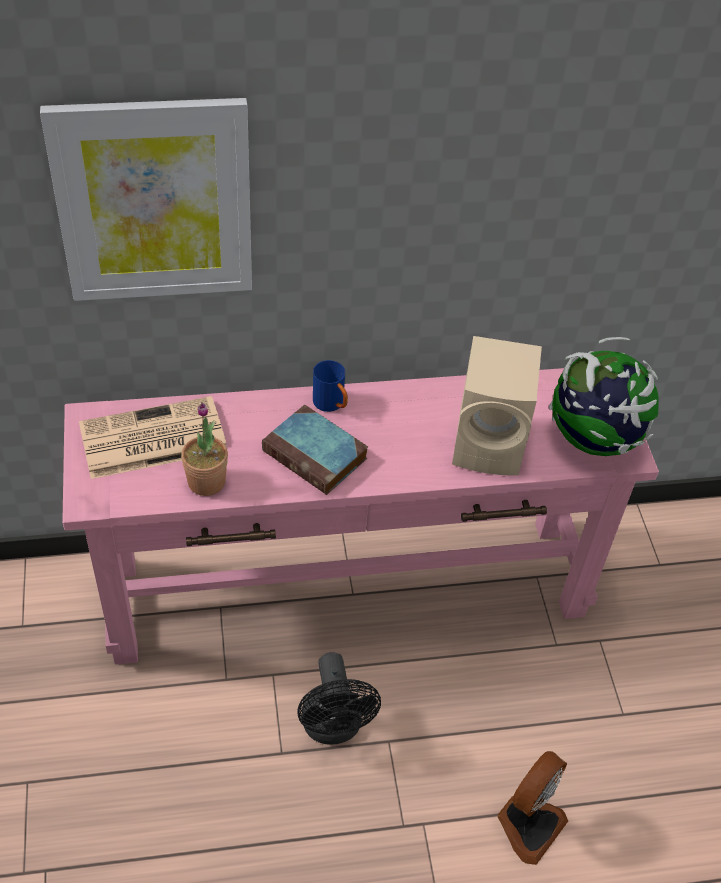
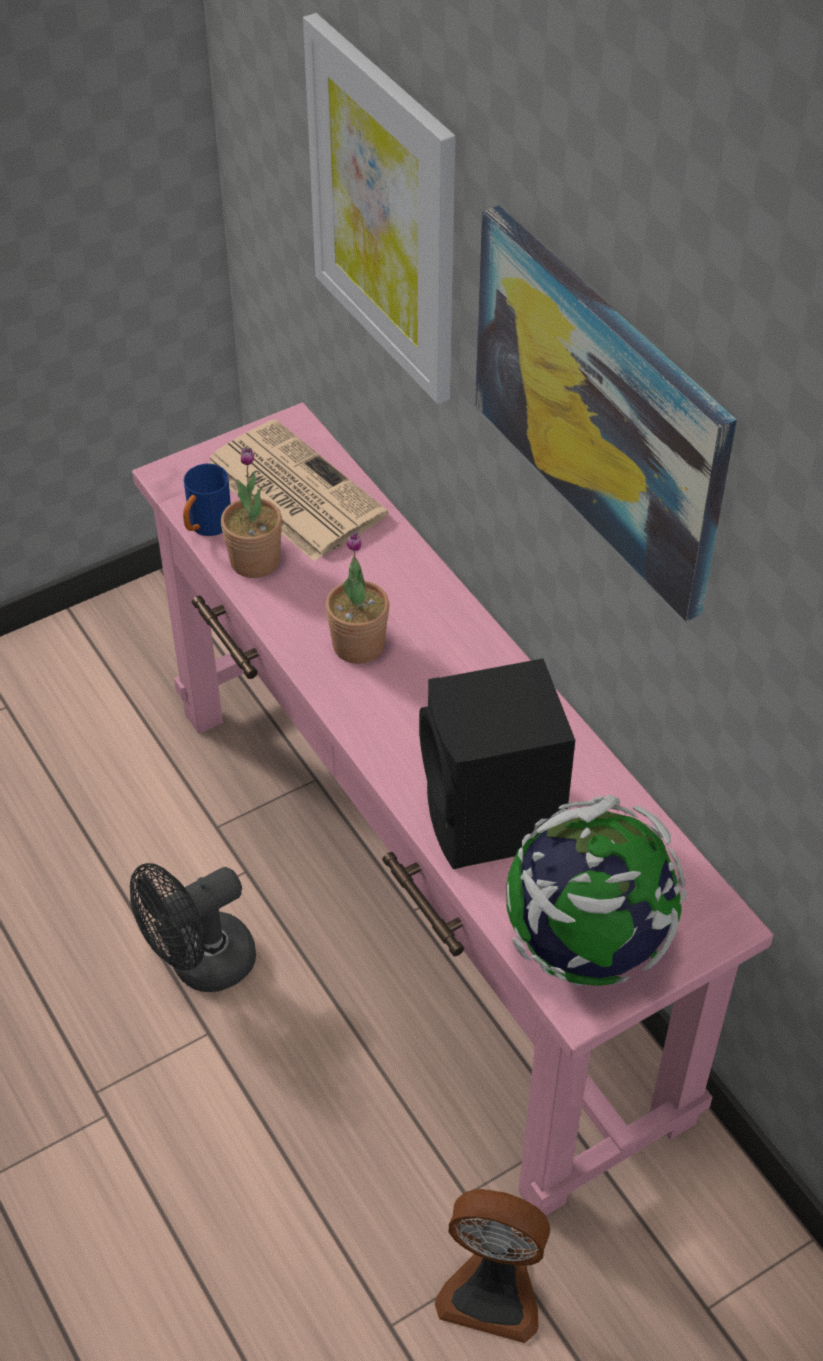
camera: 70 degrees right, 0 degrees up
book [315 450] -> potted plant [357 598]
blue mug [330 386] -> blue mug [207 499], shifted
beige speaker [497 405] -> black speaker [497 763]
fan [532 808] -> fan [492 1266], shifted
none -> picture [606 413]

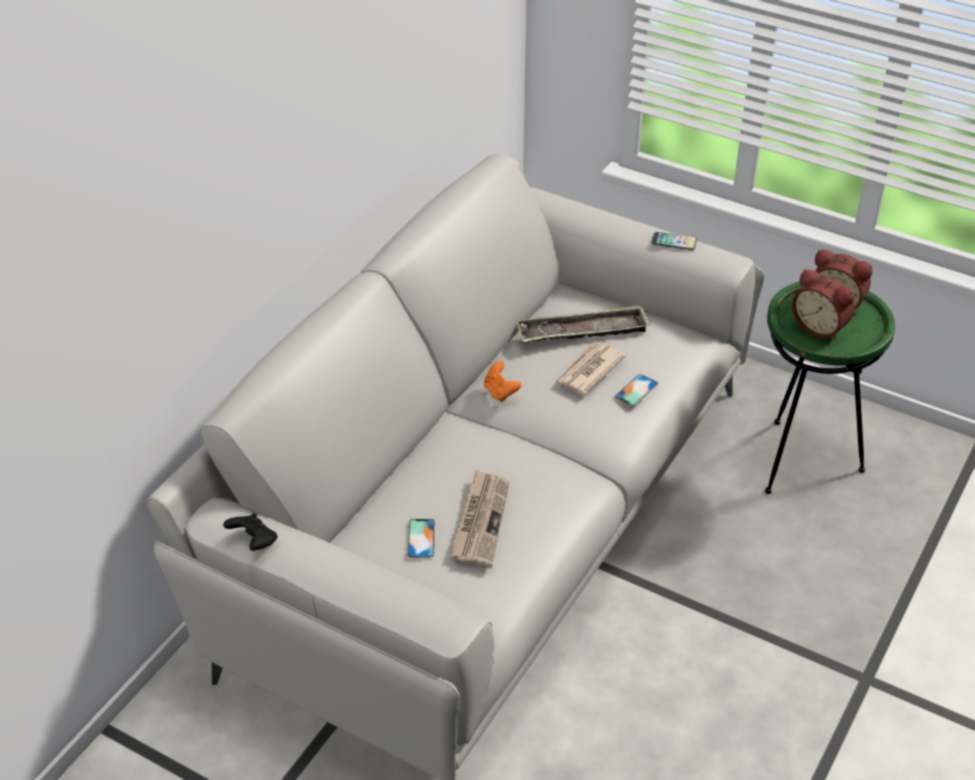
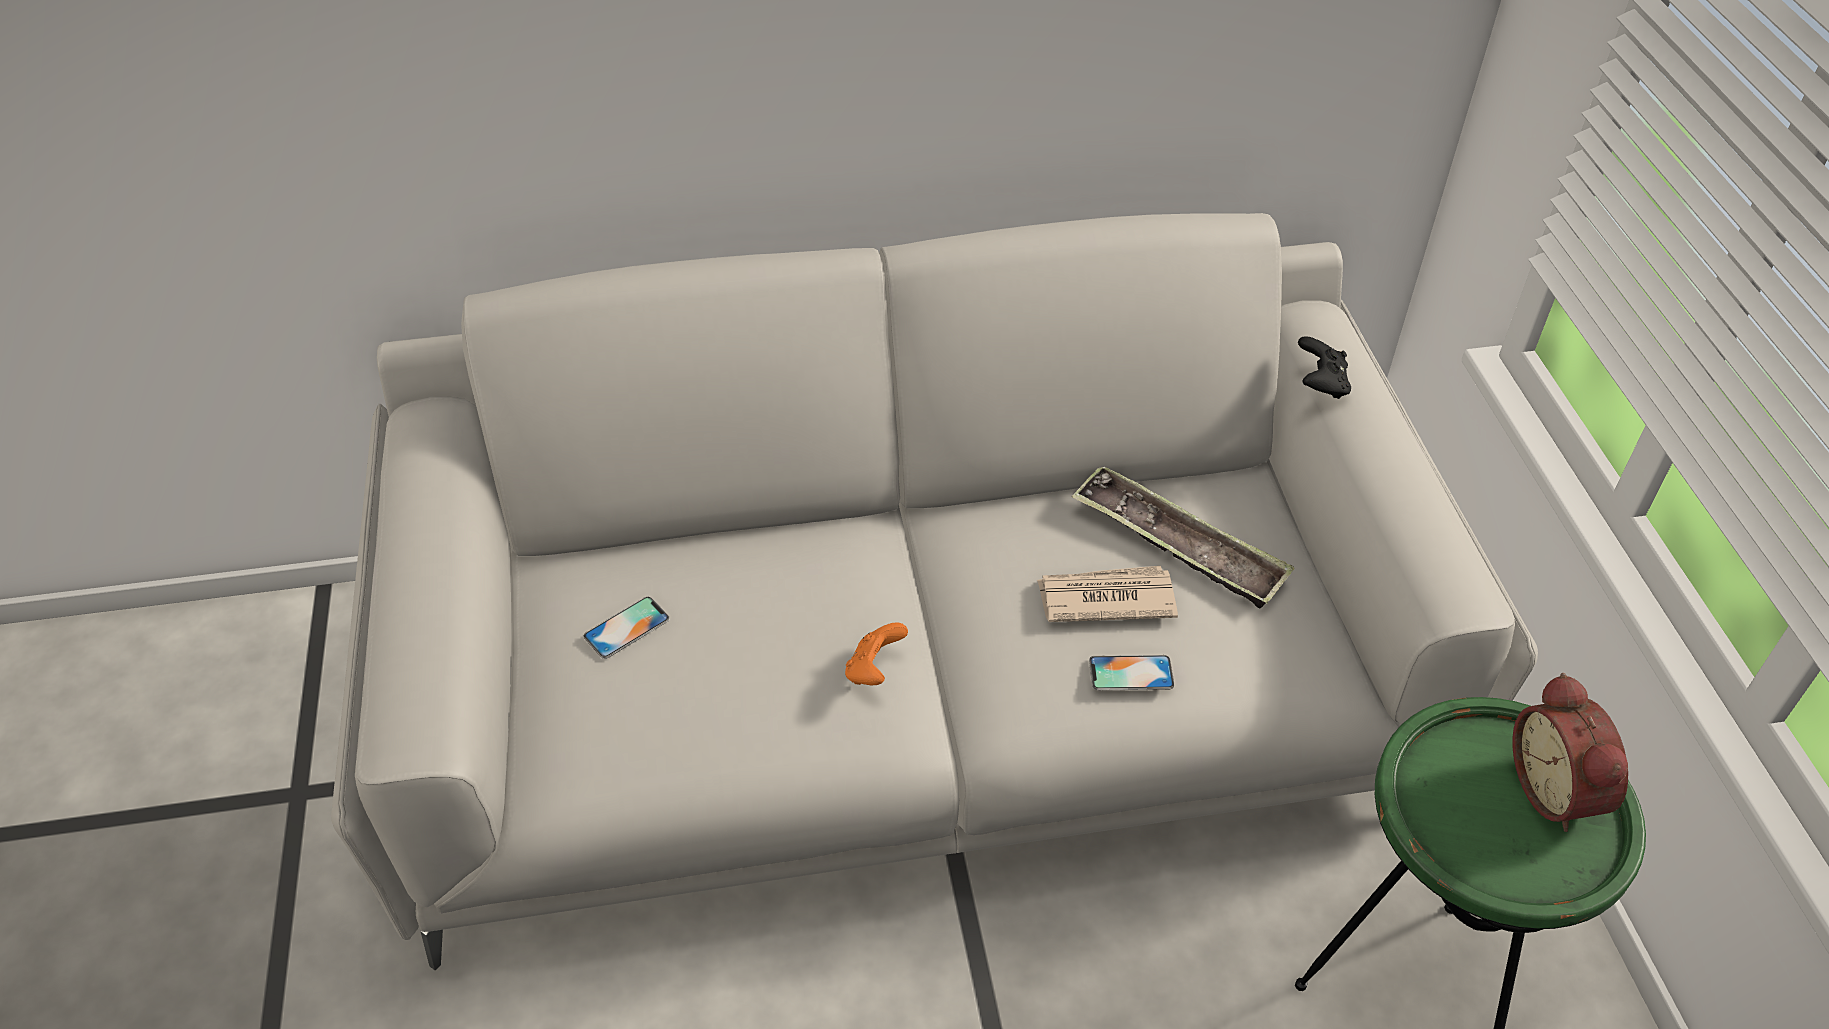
camera: 50 degrees right, 5 degrees up
black game controller [250 532] -> black game controller [1324 367], shifted
newspaper [480 518] -> none
orange game controller [502 381] -> orange game controller [876 653], shifted
phone [674 241] -> none
alarm clock [823 305] -> none

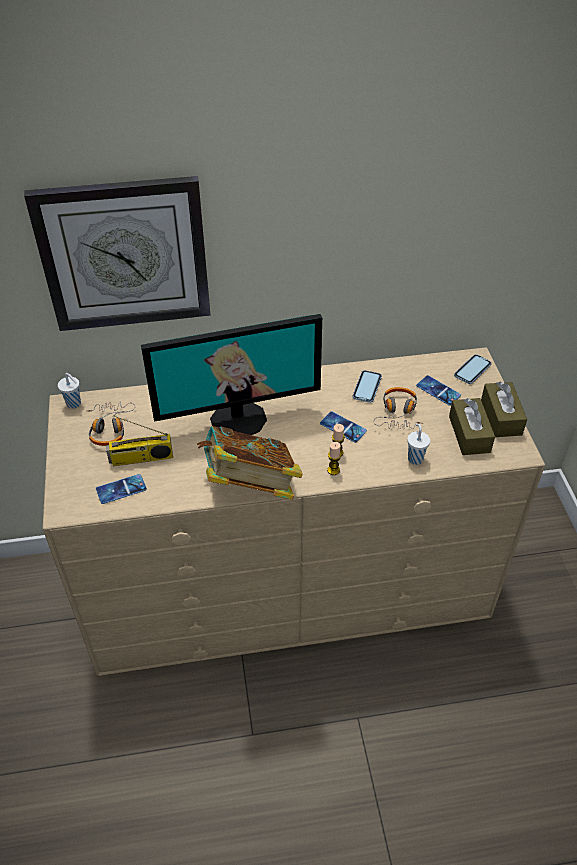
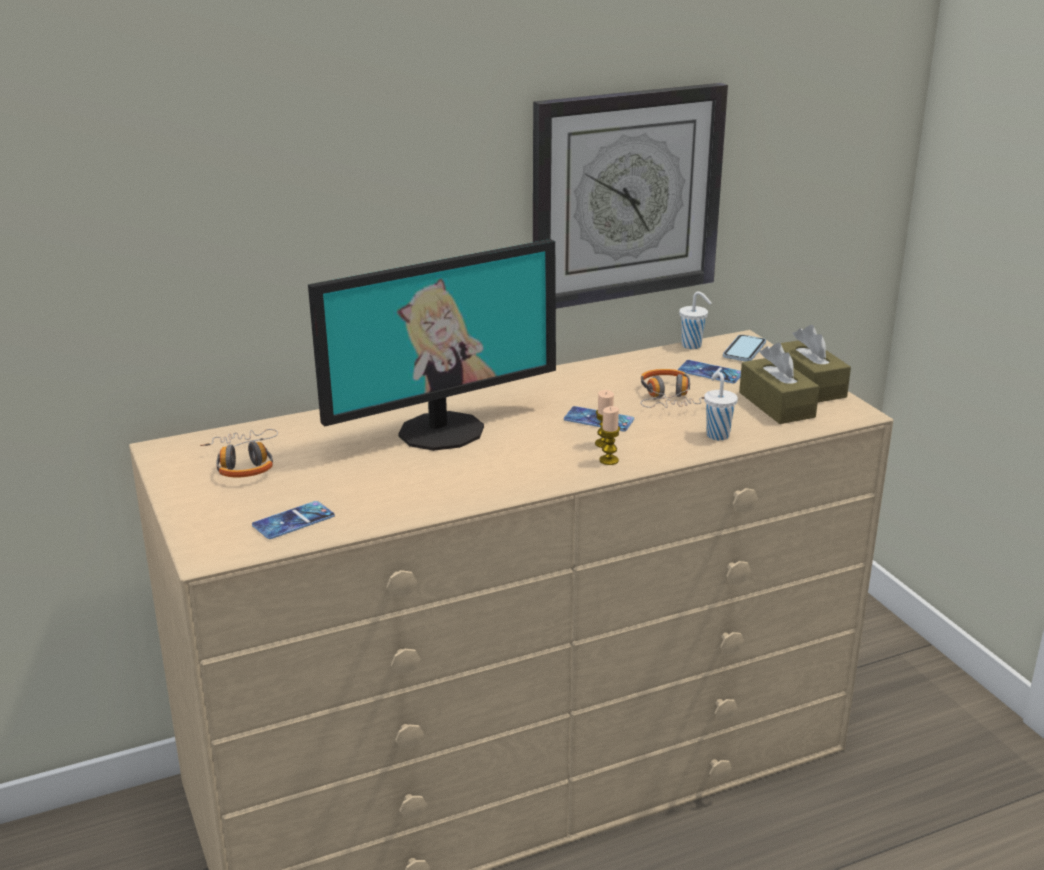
camera: 15 degrees left, 20 degrees down
wall clock [117 253] -> wall clock [630 196], shifted
white cup [69 391] -> white cup [695 320], shifted
radio [139 441] -> none
book [250 463] -> none
phone [367 386] -> none

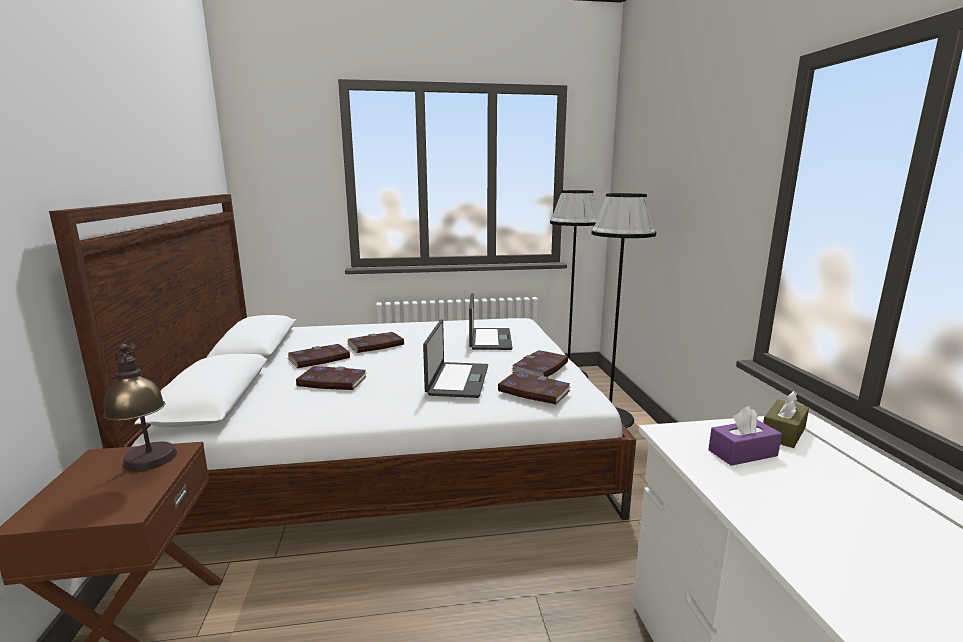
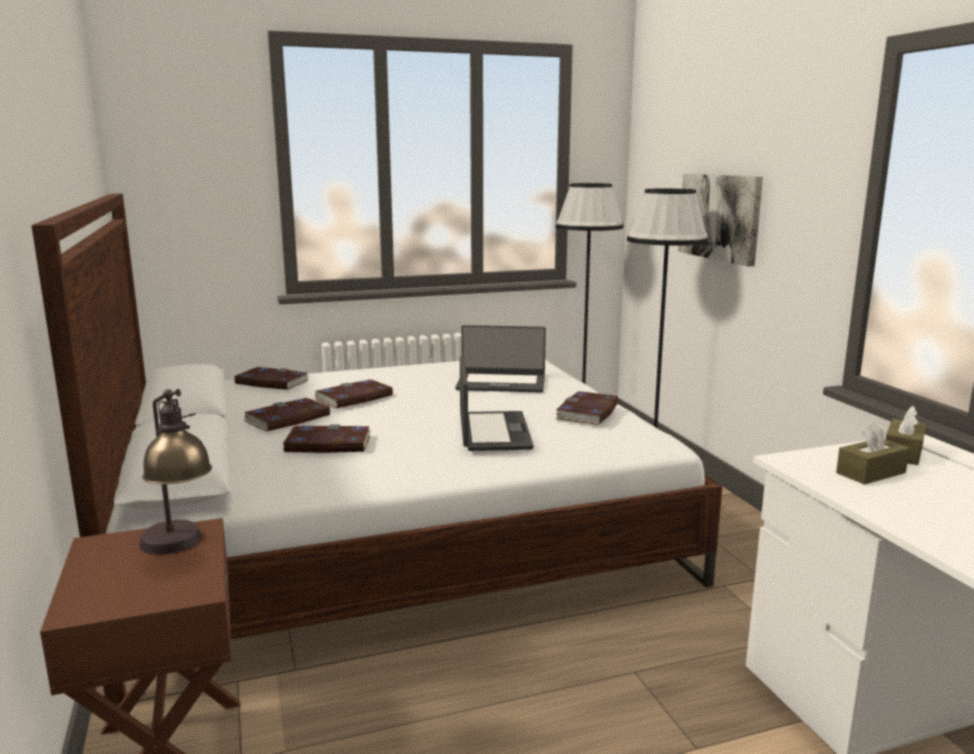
camera: 10 degrees left, 0 degrees up
laptop [491 321] -> laptop [500 359], 105 degrees clockwise
book [534 388] -> book [271 378], shifted
purple tissue box [745 436] -> brown tissue box [873 453]
none -> picture [720 220]

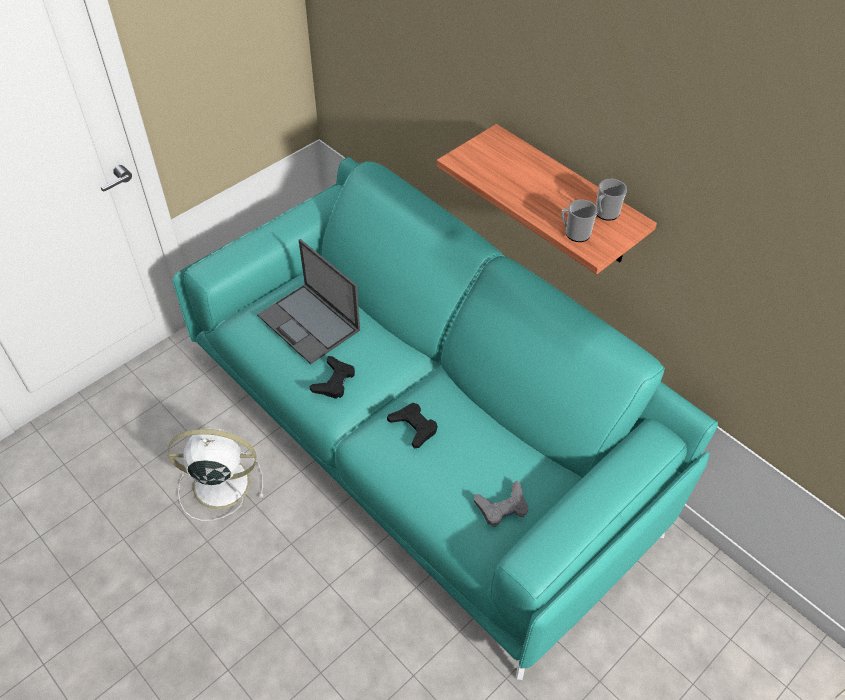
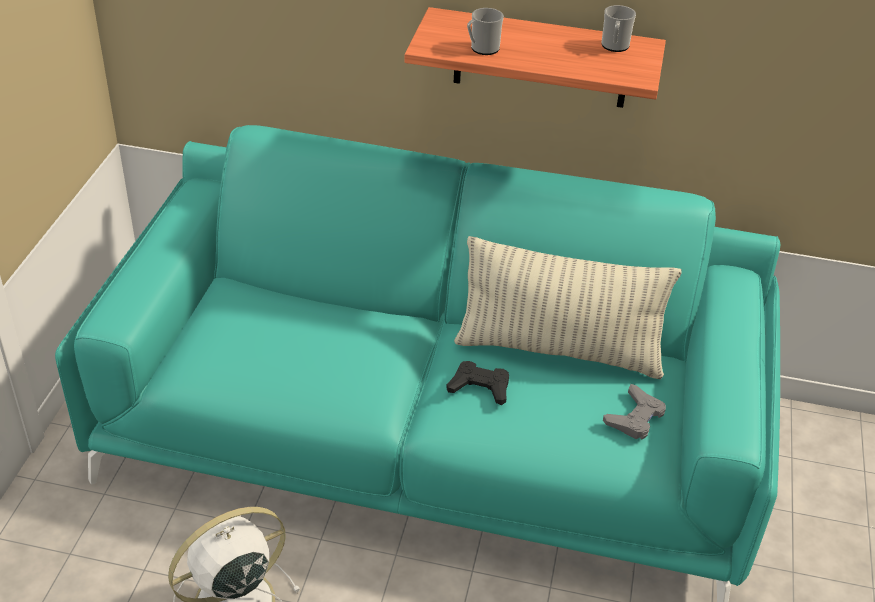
camera: 35 degrees left, 10 degrees down
laptop [308 301] -> none
black game controller [332 377] -> none
mug [579 220] -> mug [485 31], shifted
none -> pillow [568 307]

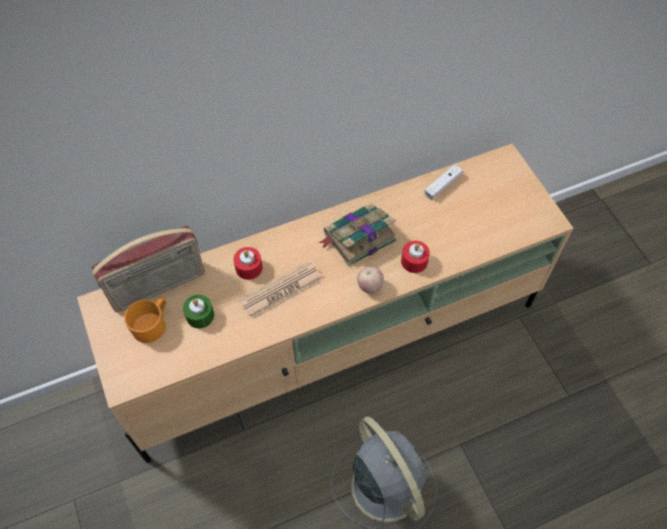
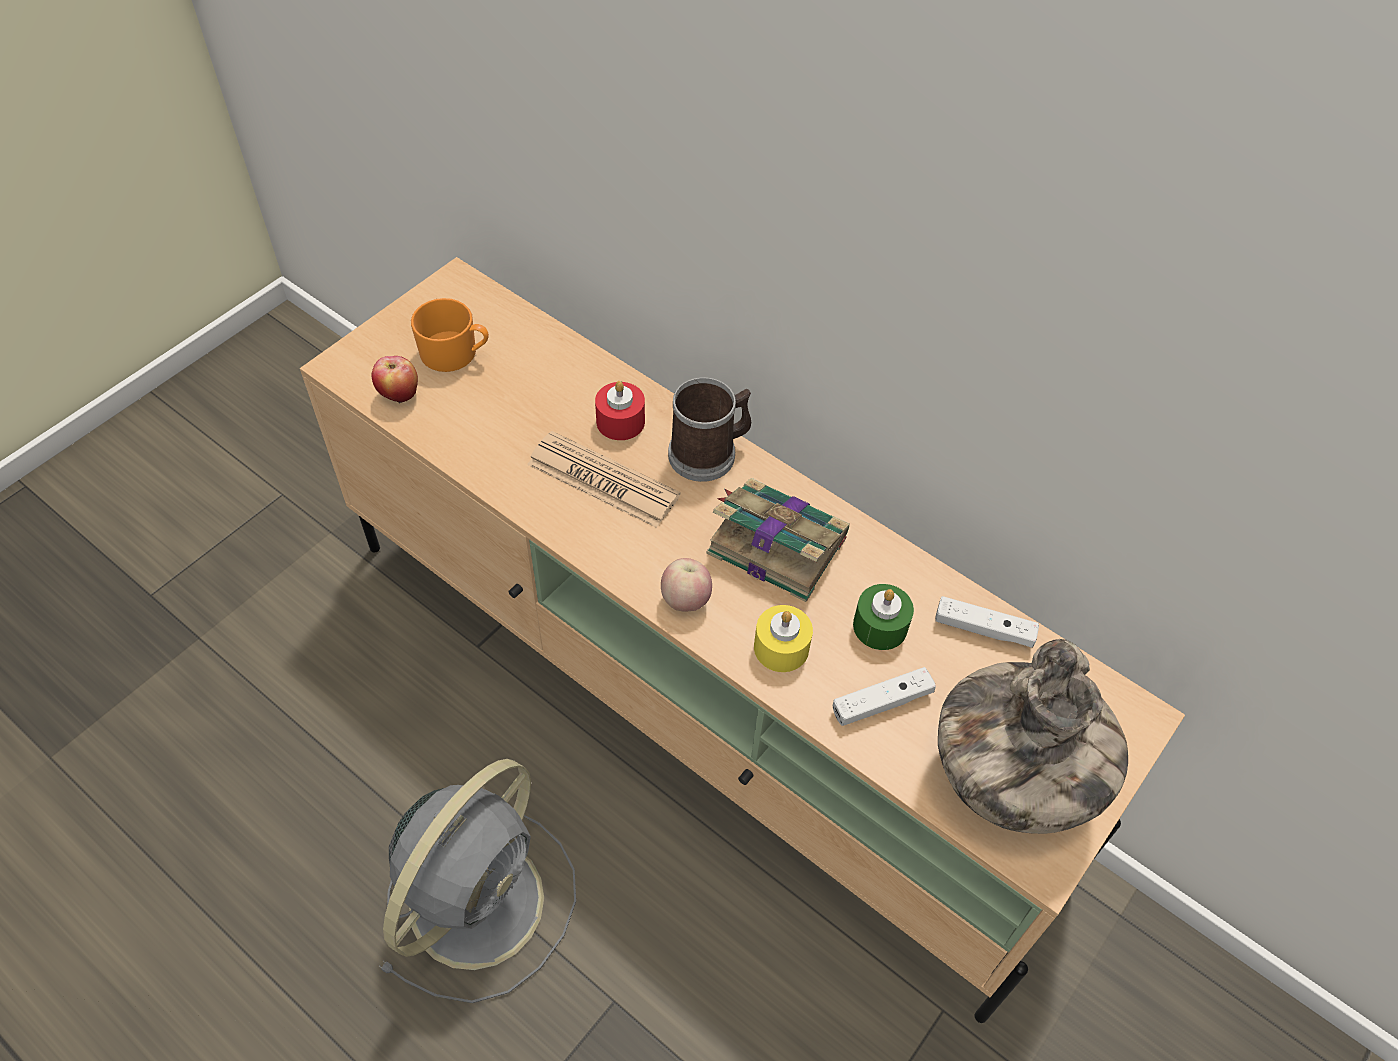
camera: 60 degrees right, 5 degrees down
radio [148 269] -> none
green candle [198 311] -> green candle [883 617], shifted
red candle [415 257] -> yellow candle [783 638]
none -> apple [395 379]
none -> mug [709 429]
none -> white game controller [884 696]
none -> vase [1033 736]

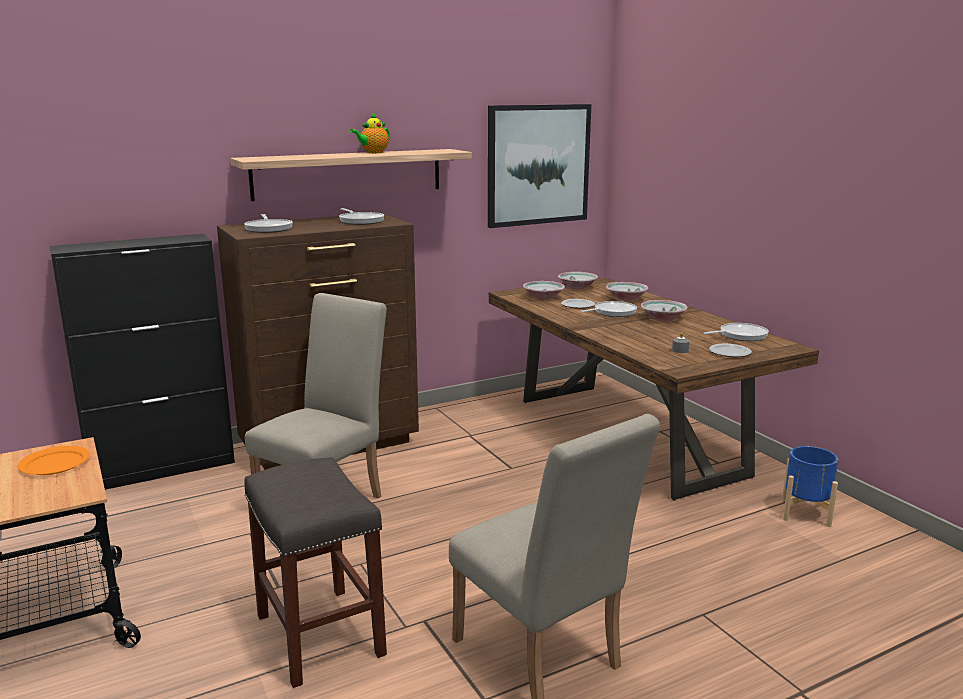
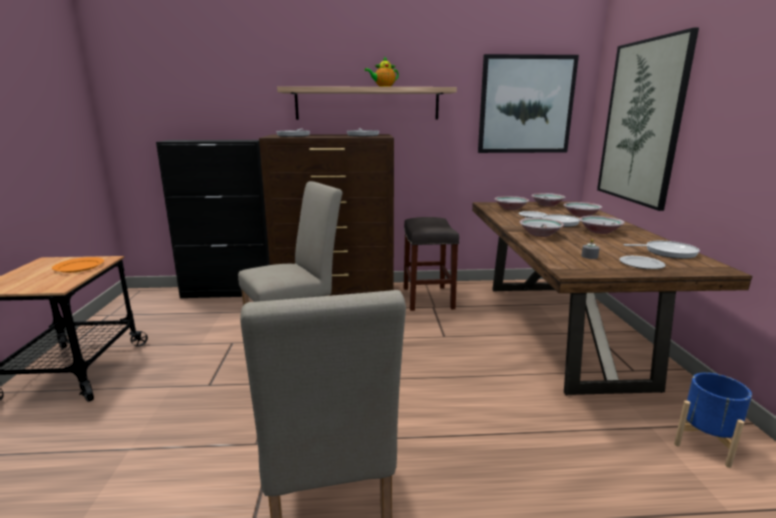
camera: 25 degrees right, 0 degrees up
grey stool [315 572] -> grey stool [431 264], shifted
none -> bowl [542 227]
none -> picture [648 119]

